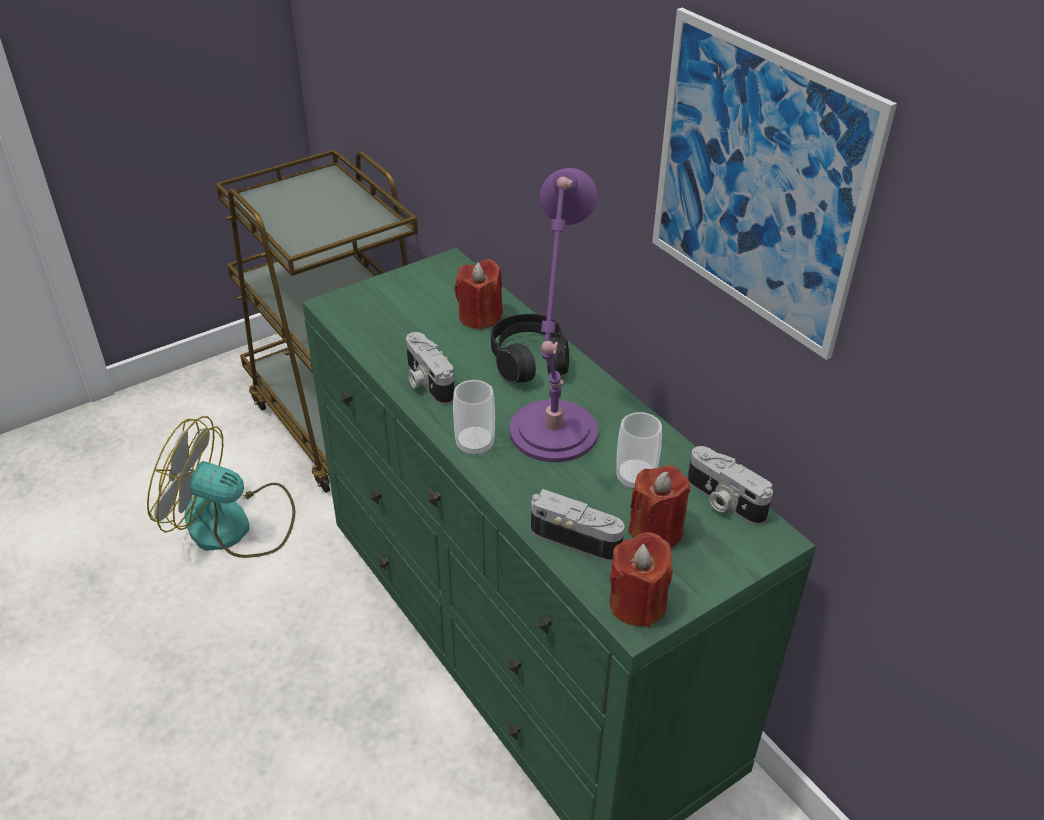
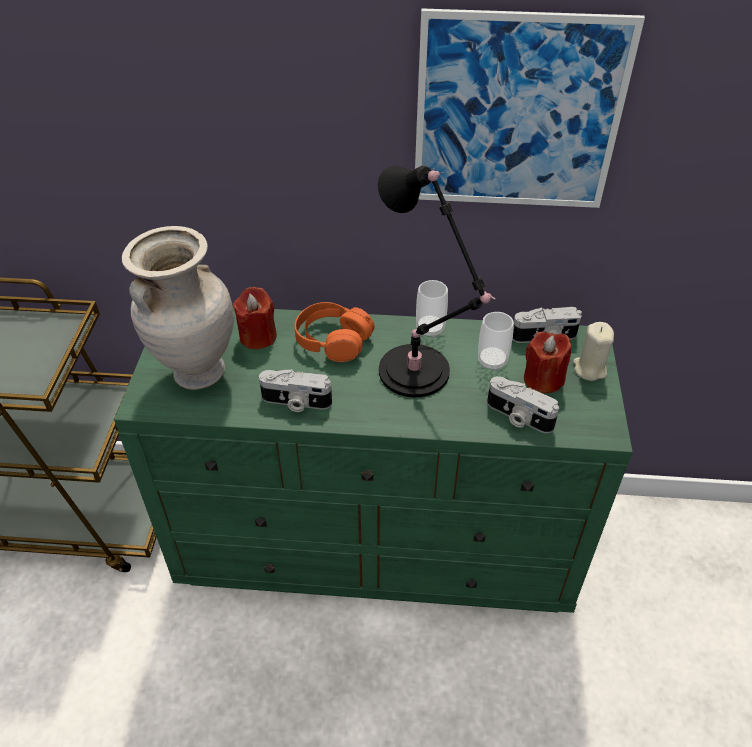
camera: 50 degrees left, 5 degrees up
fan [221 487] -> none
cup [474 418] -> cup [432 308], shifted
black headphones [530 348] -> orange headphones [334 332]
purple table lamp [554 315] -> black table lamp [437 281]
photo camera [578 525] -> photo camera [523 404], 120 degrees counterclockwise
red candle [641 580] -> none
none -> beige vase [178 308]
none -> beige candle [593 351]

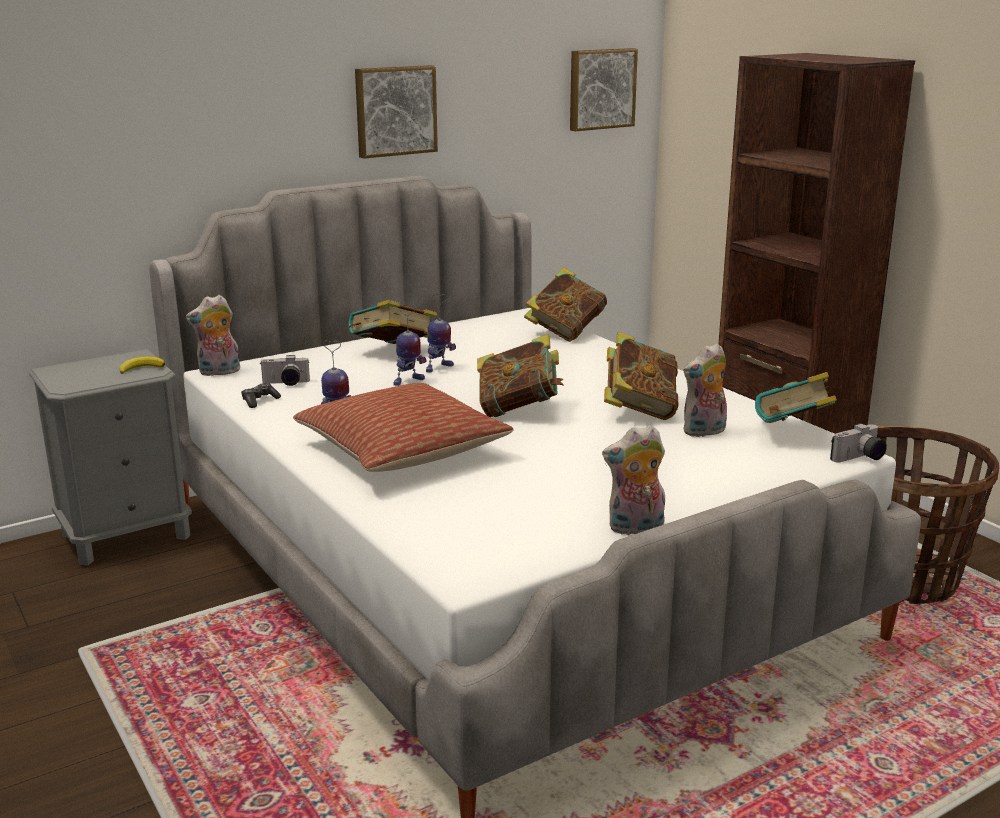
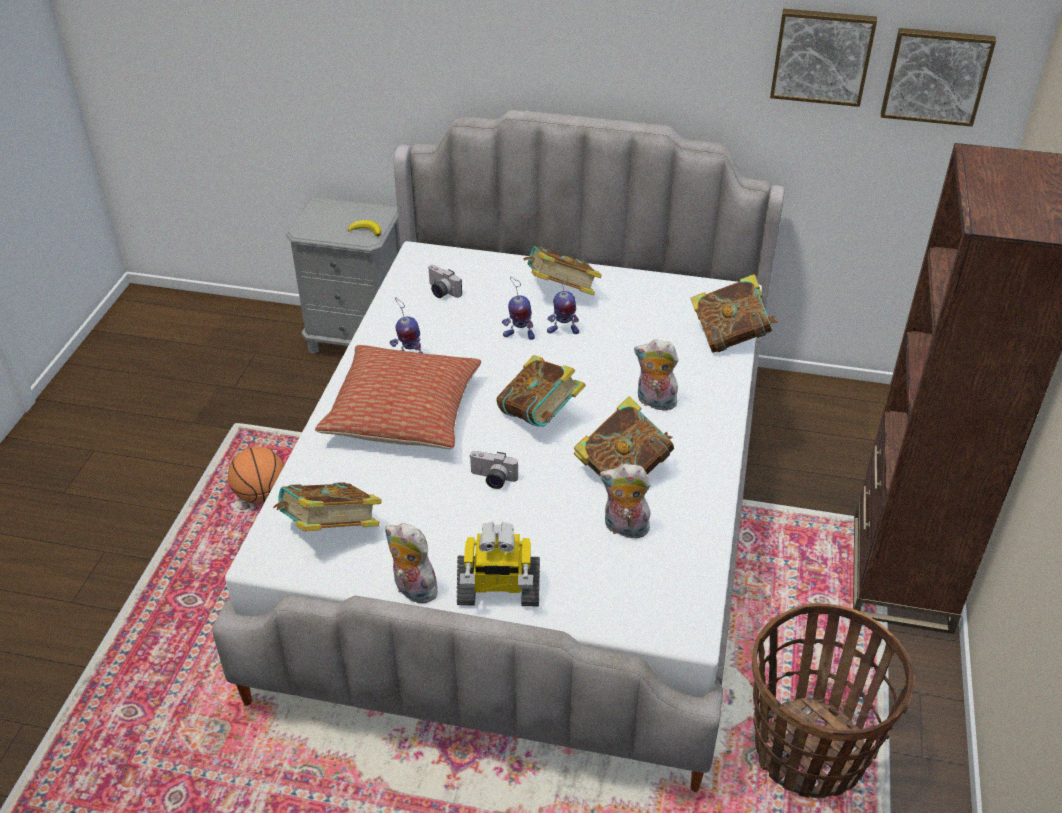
camera: 45 degrees right, 20 degrees up
plush toy [213 335] -> plush toy [656 375], shifted
game controller [261 395] -> none
picture [396 112] -> picture [823 58], shifted
book [796 397] -> book [327 506], shifted
photo camera [858 443] -> photo camera [493 470], shifted
none -> basketball [256 475]
none -> toy robot [498 564]

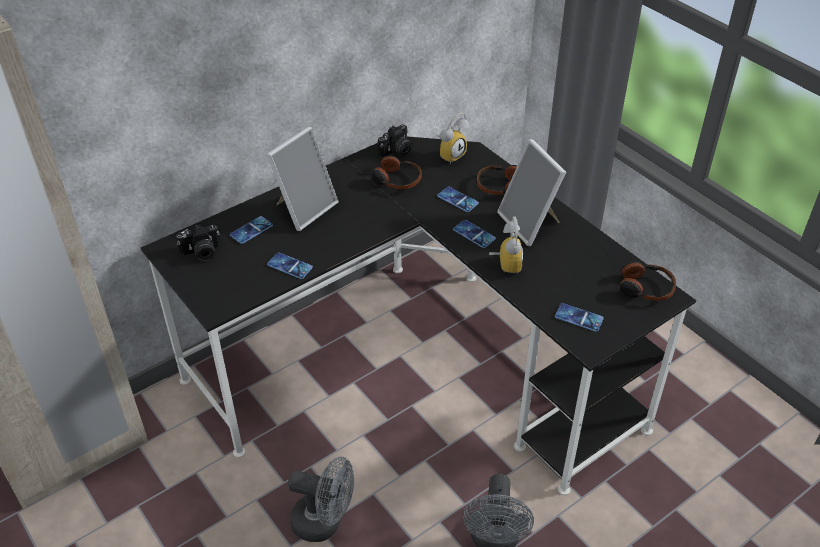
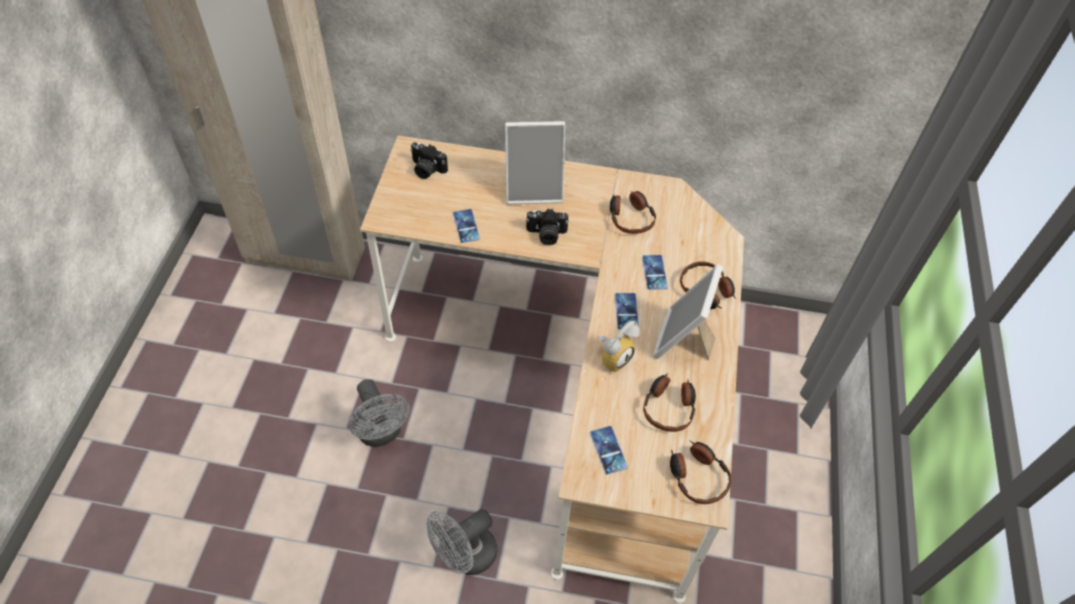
camera: 45 degrees right, 10 degrees up
black desk [418 316] -> beige desk [552 369]
phone [251 230] -> none
photo camera [395 141] -> photo camera [547 227], shifted
alarm clock [452 138] -> none
none -> headphones [669 402]

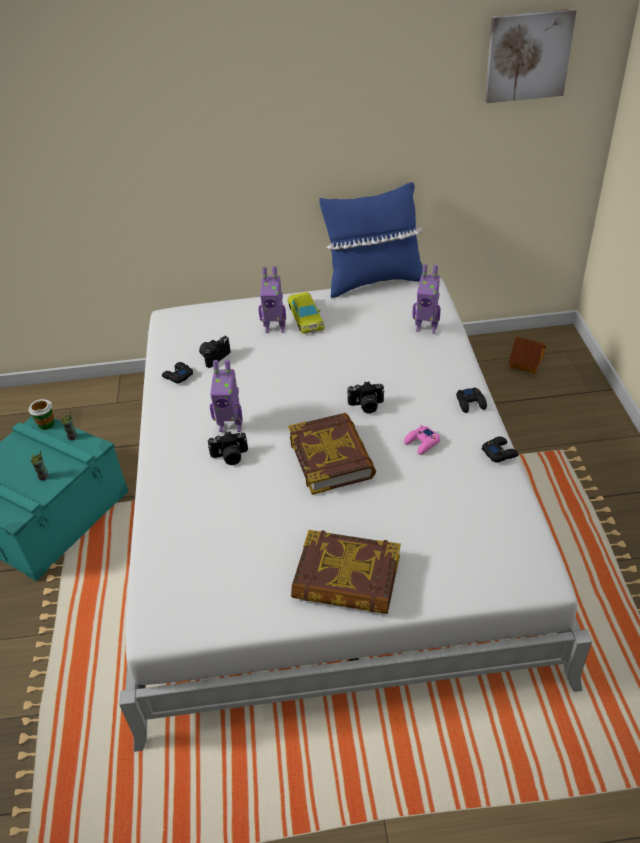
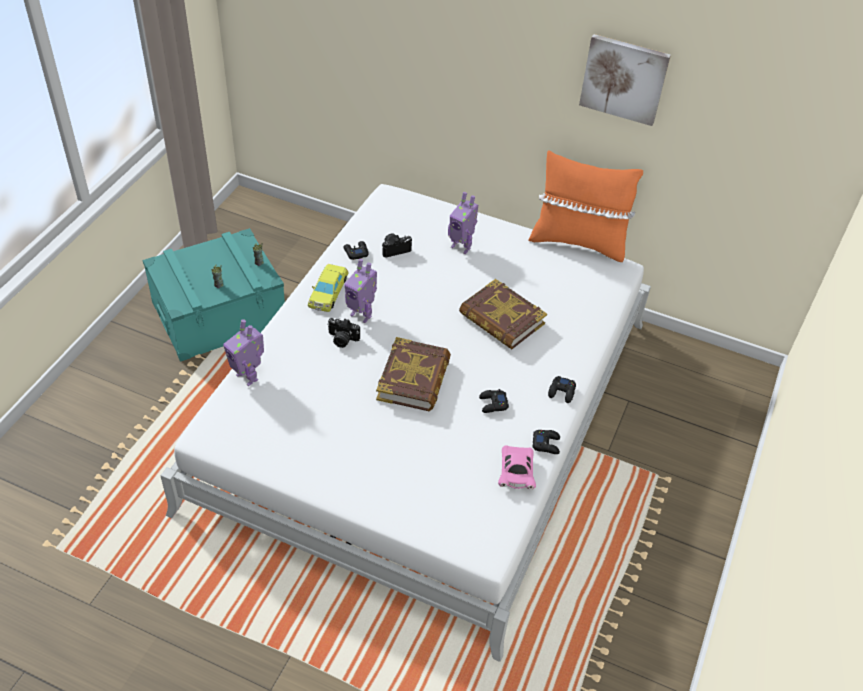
camera: 25 degrees right, 5 degrees up
cup [41 414] -> none
yellow toy car [306 313] -> yellow toy car [328 288], shifted
book [346 572] -> book [503 314], shifted
blue pillow [371 240] -> orange pillow [585 206]
photo camera [366 397] -> none
pink game controller [422 440] -> black game controller [494 401]
toy robot [426 298] -> toy robot [243 352], shifted
picture [530 55] -> picture [625 80], shifted
toy house [527 355] -> none
none -> pink toy car [517 467]

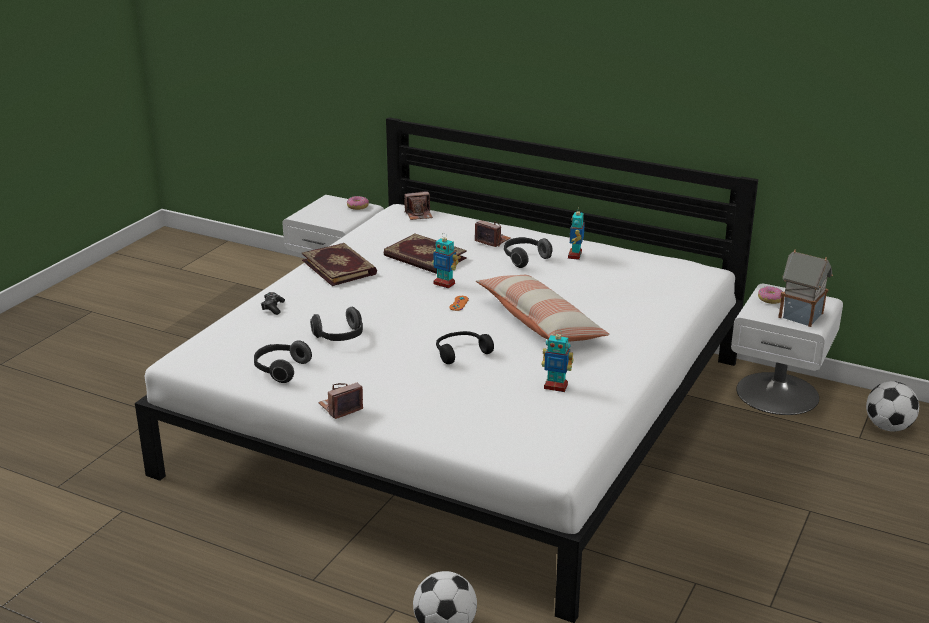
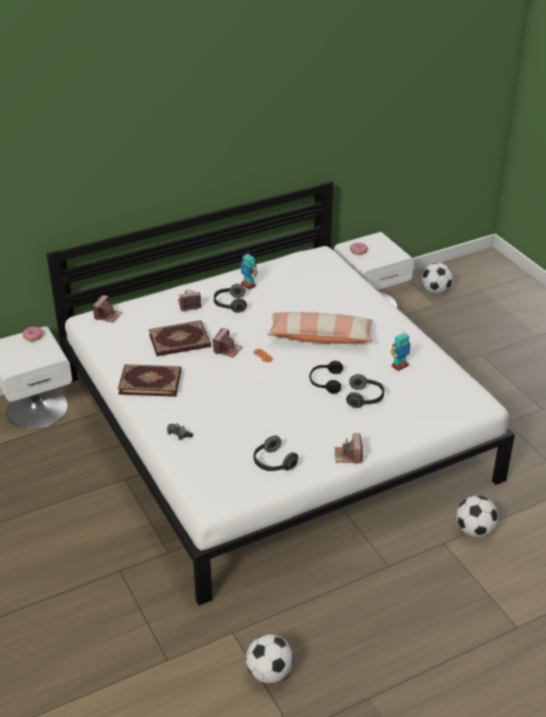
camera: 55 degrees left, 10 degrees up
headphones [336 324] -> headphones [365 391], shifted
toy robot [445 260] -> photo camera [228 342]
toy house [805 288] -> none
none -> football [269 658]

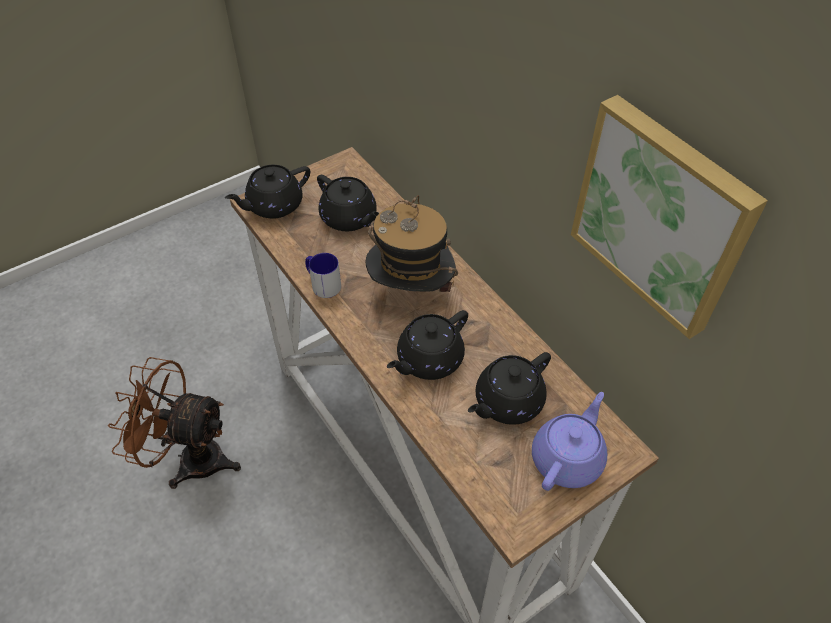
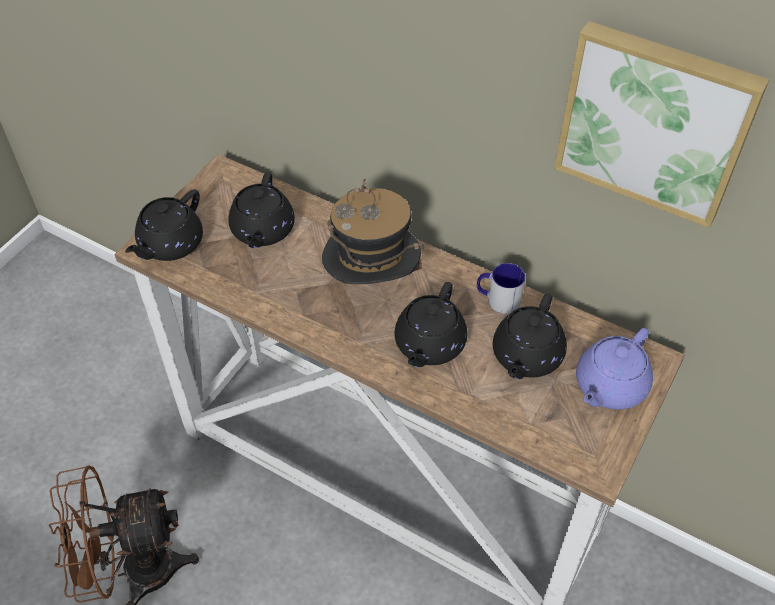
camera: 25 degrees left, 0 degrees up
mug [323 275] -> mug [501 288], shifted
black teapot [348 203] -> black teapot [261 210], 75 degrees clockwise
purple teapot [569 441] -> purple teapot [614 369], 150 degrees counterclockwise

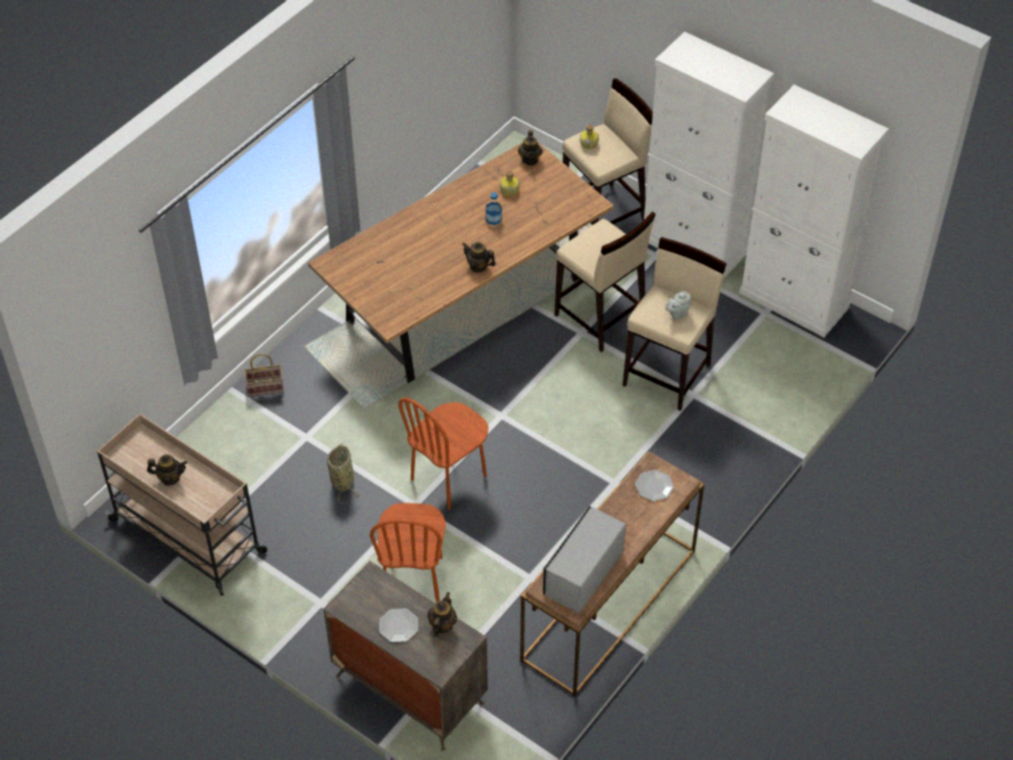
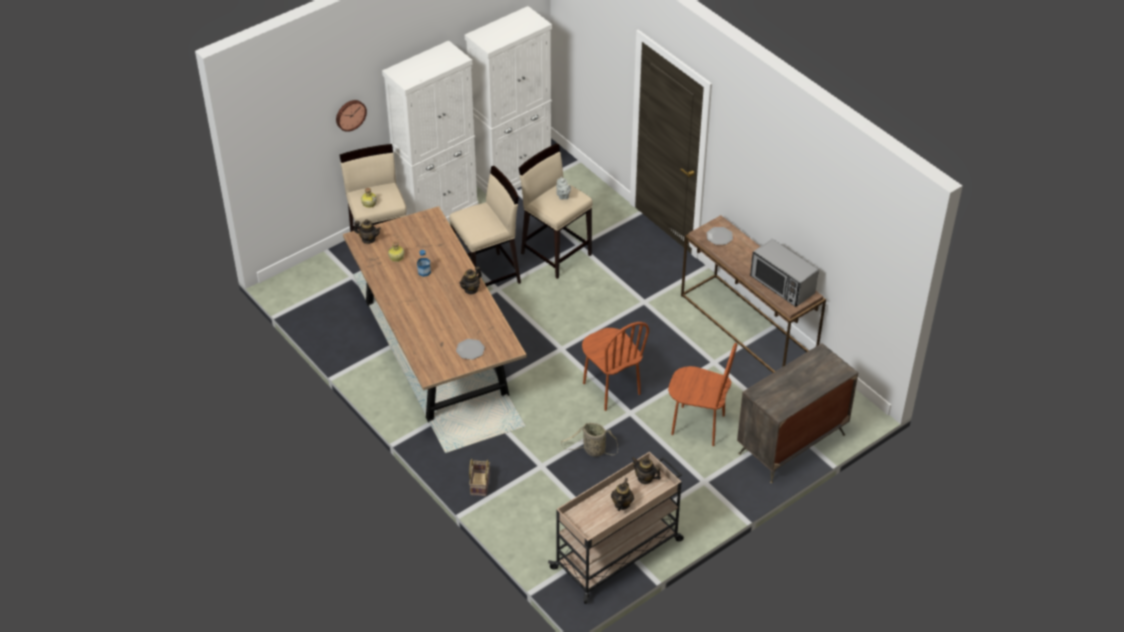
camera: 75 degrees left, 5 degrees down
plate [398 625] -> plate [470 349], shifted
teapot [442 614] -> teapot [646 470], shifted
none -> wall clock [351 116]

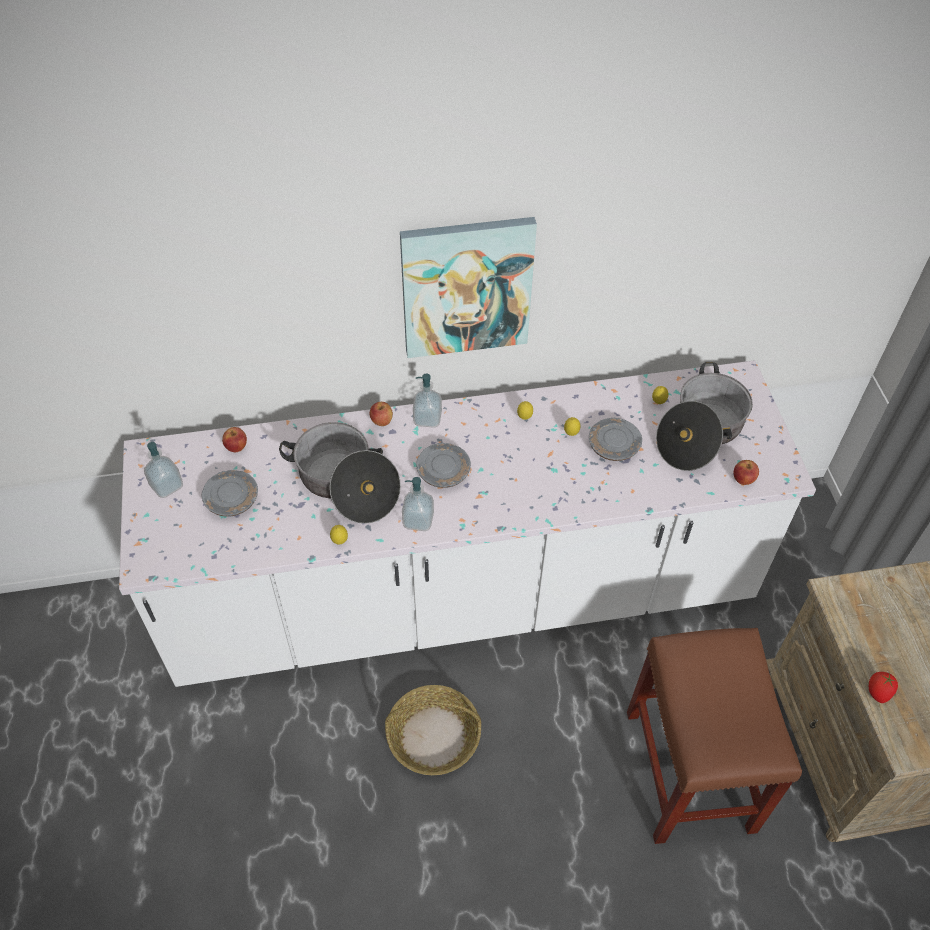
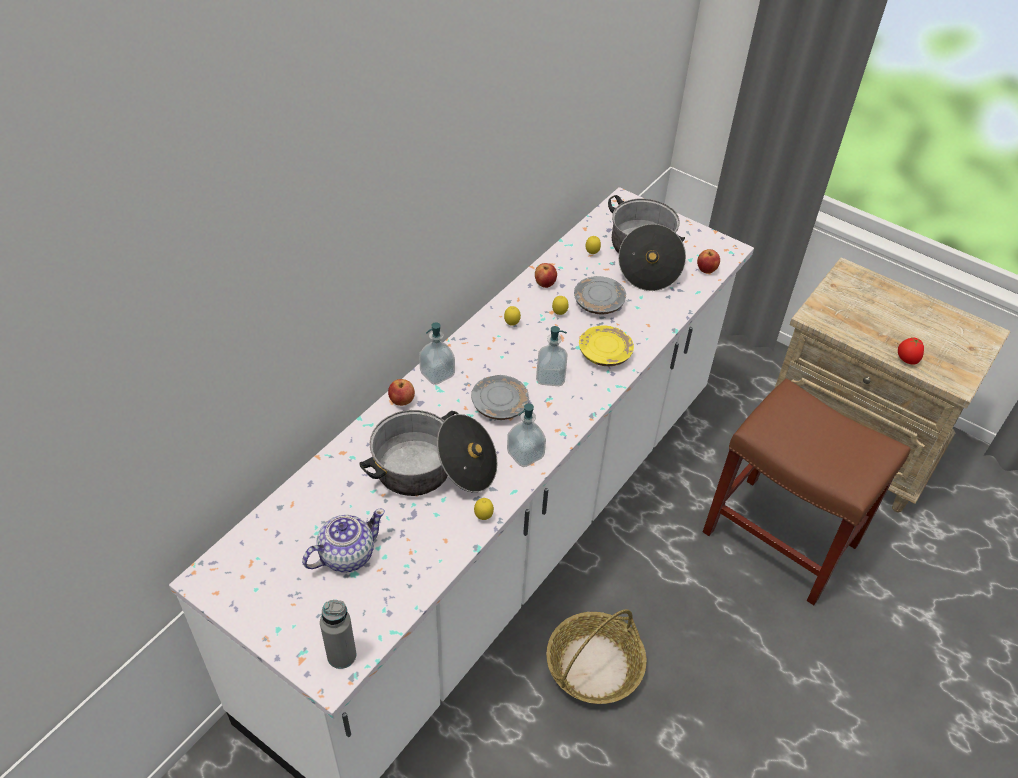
camera: 45 degrees left, 5 degrees down
soap dispenser [163 470] -> soap dispenser [552 356], shifted
grey plate [230 493] -> teapot [343 540]
apple [234 439] -> apple [546 275], shifted
picture [468 287] -> none
none -> grey bottle [338 634]
none -> yellow plate [606 345]

